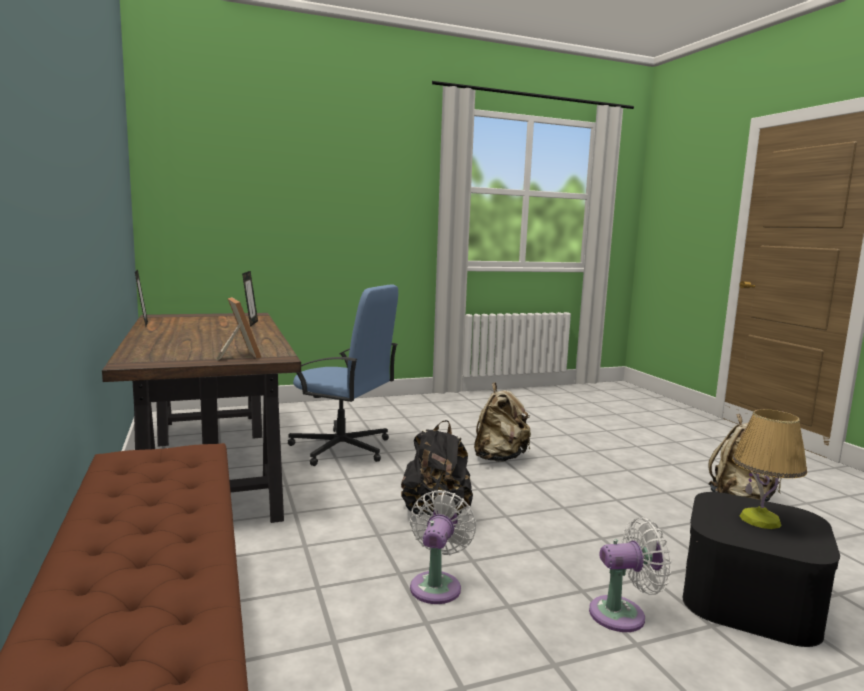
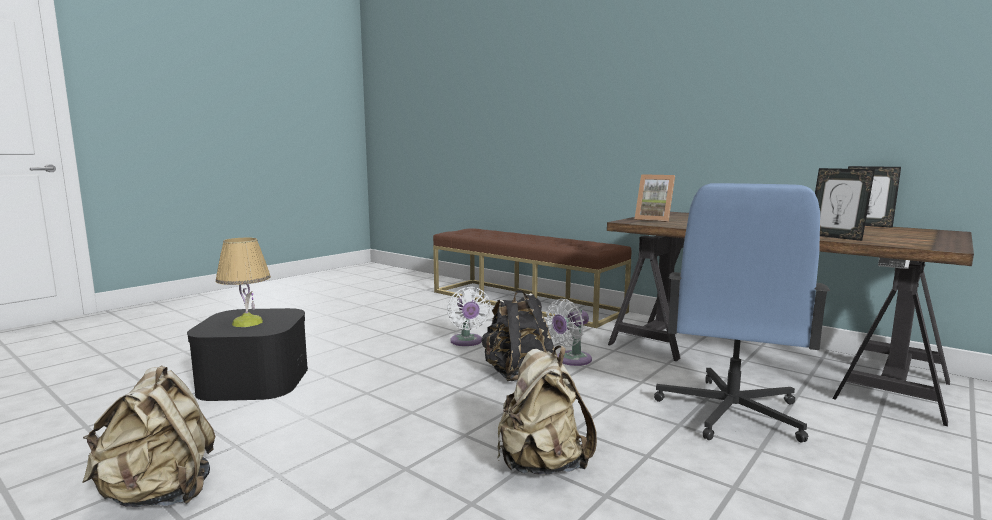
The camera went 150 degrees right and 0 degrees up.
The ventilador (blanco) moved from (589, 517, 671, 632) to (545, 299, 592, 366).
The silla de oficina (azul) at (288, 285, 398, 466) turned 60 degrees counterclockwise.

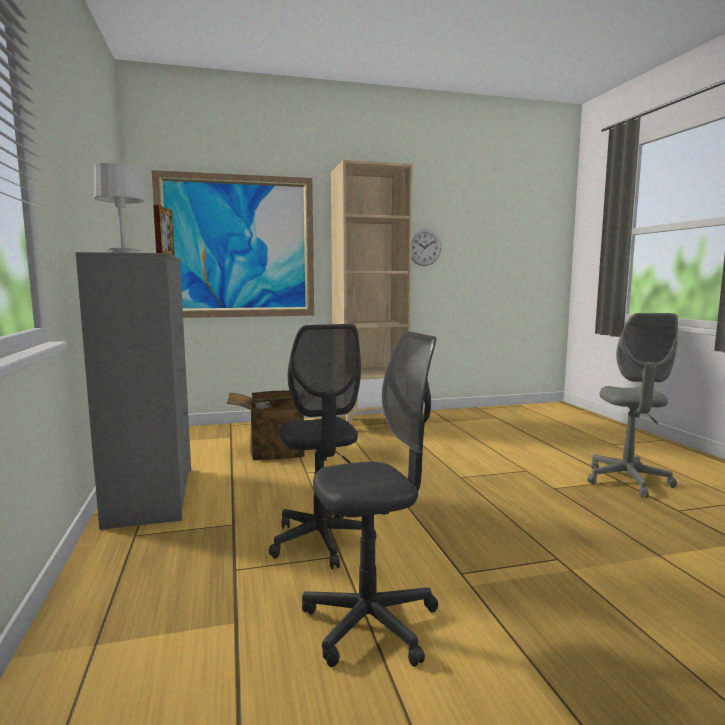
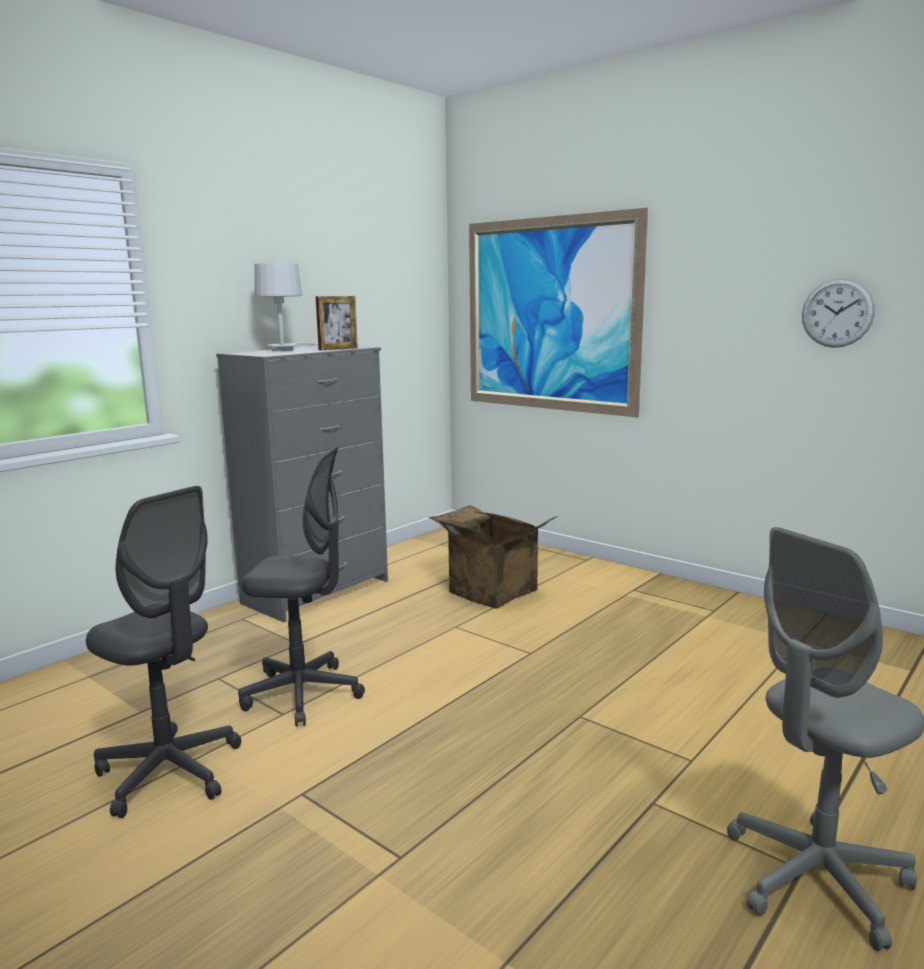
The camera went 55 degrees right and 5 degrees up.
The silla de oficina (gris) at (269, 324, 376, 569) turned 120 degrees counterclockwise.
The estantería (beis) at (331, 160, 413, 424) disappeared.

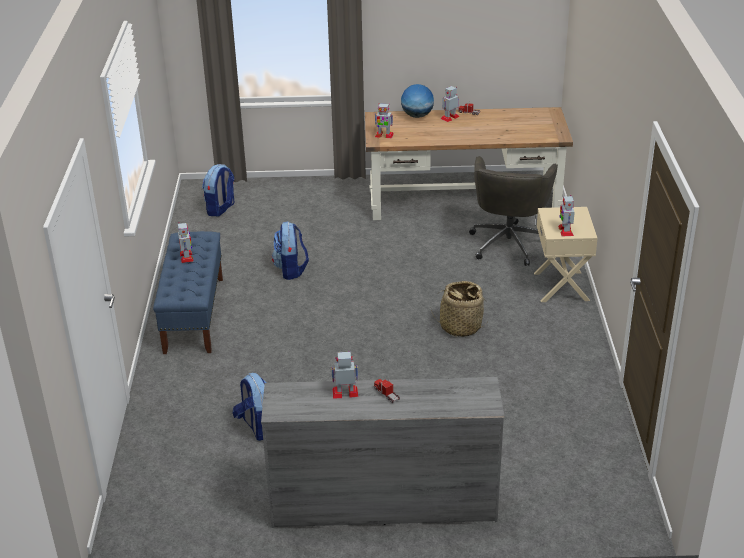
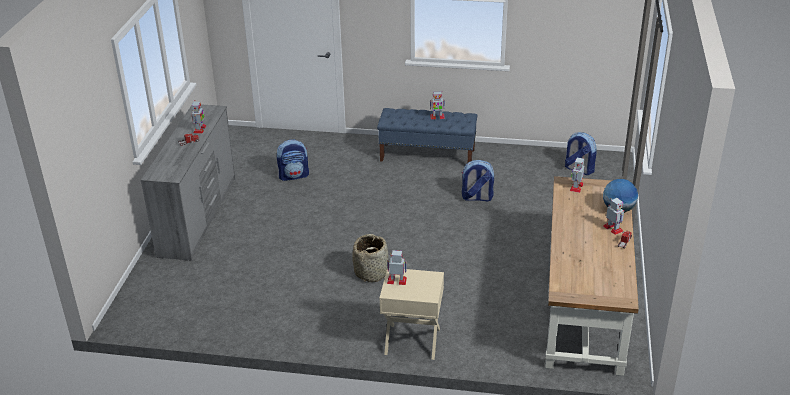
The camera went 100 degrees right and 0 degrees up.
The silla de oficina (gris) at (469, 156, 558, 266) disappeared.

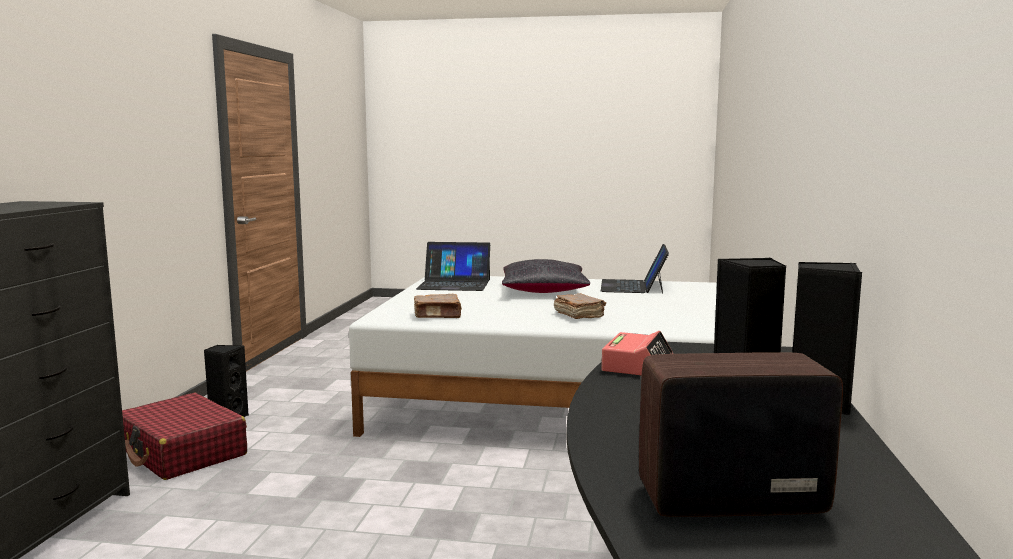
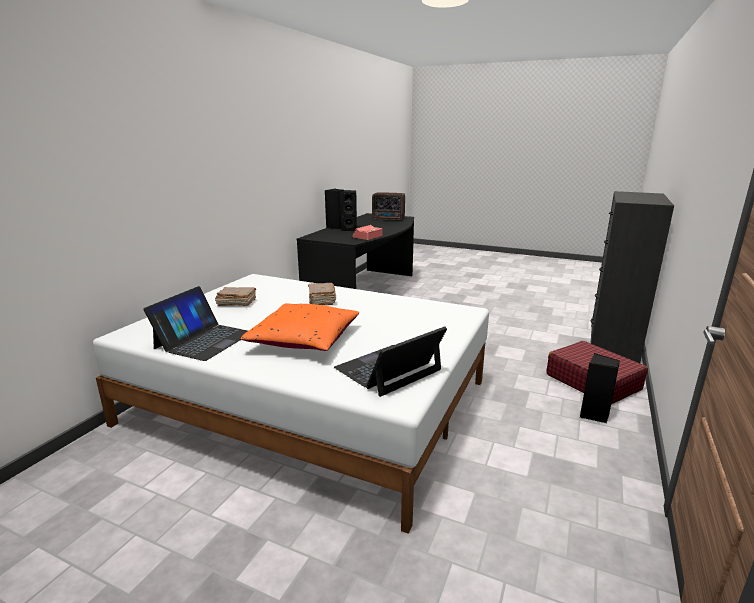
The camera went 165 degrees left and 10 degrees up.
The libro (marrón) moved from (414, 294, 462, 318) to (215, 287, 256, 306).
The cojín (negro) at (502, 259, 590, 293) became the cojín (naranja) at (241, 303, 359, 351).
The portátil at (416, 242, 490, 291) turned 60 degrees counterclockwise.

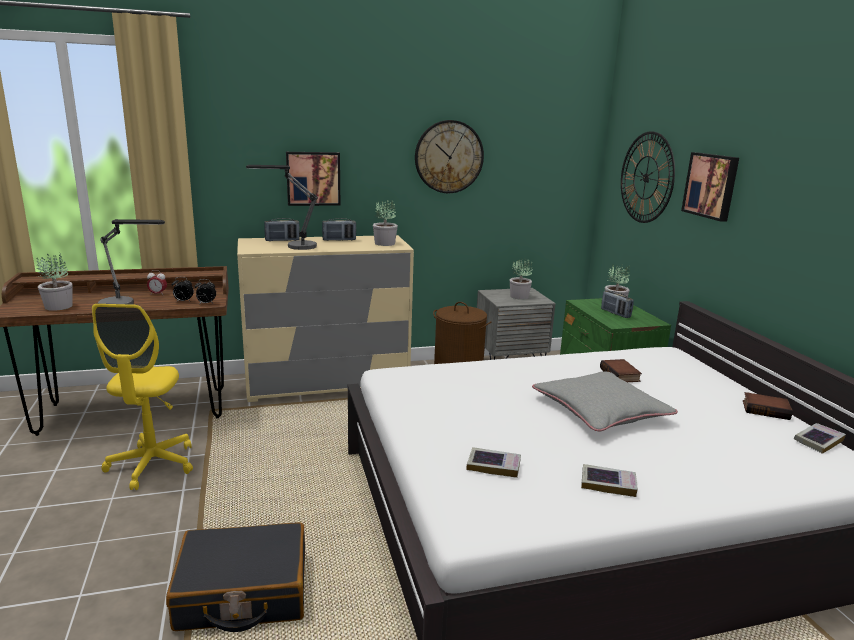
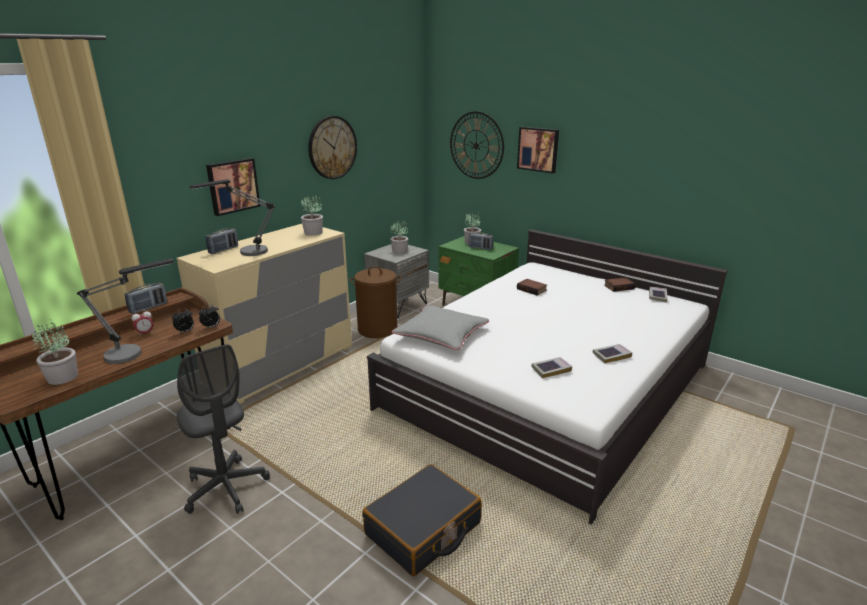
The camera went 35 degrees left and 5 degrees up.
The radio moved from (322, 218, 356, 241) to (124, 283, 167, 314).
The silla de oficina (amarillo) at (92, 303, 193, 490) became the silla de oficina (gris) at (177, 344, 270, 514).
The cojín (gris) moved from (532, 372, 678, 431) to (392, 305, 489, 350).

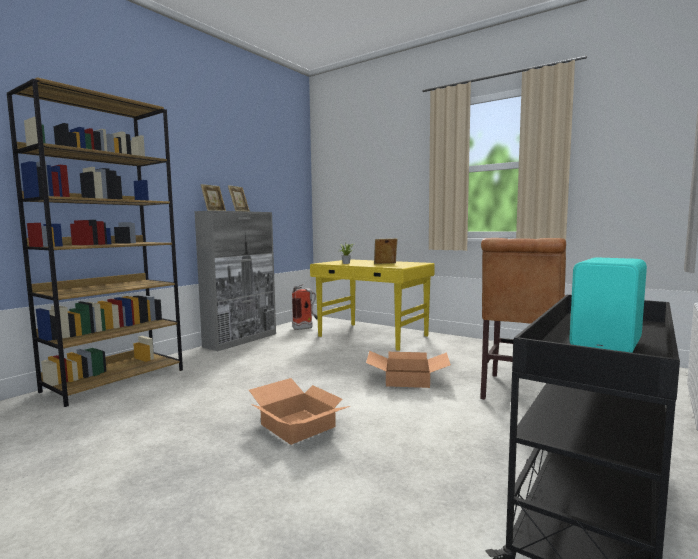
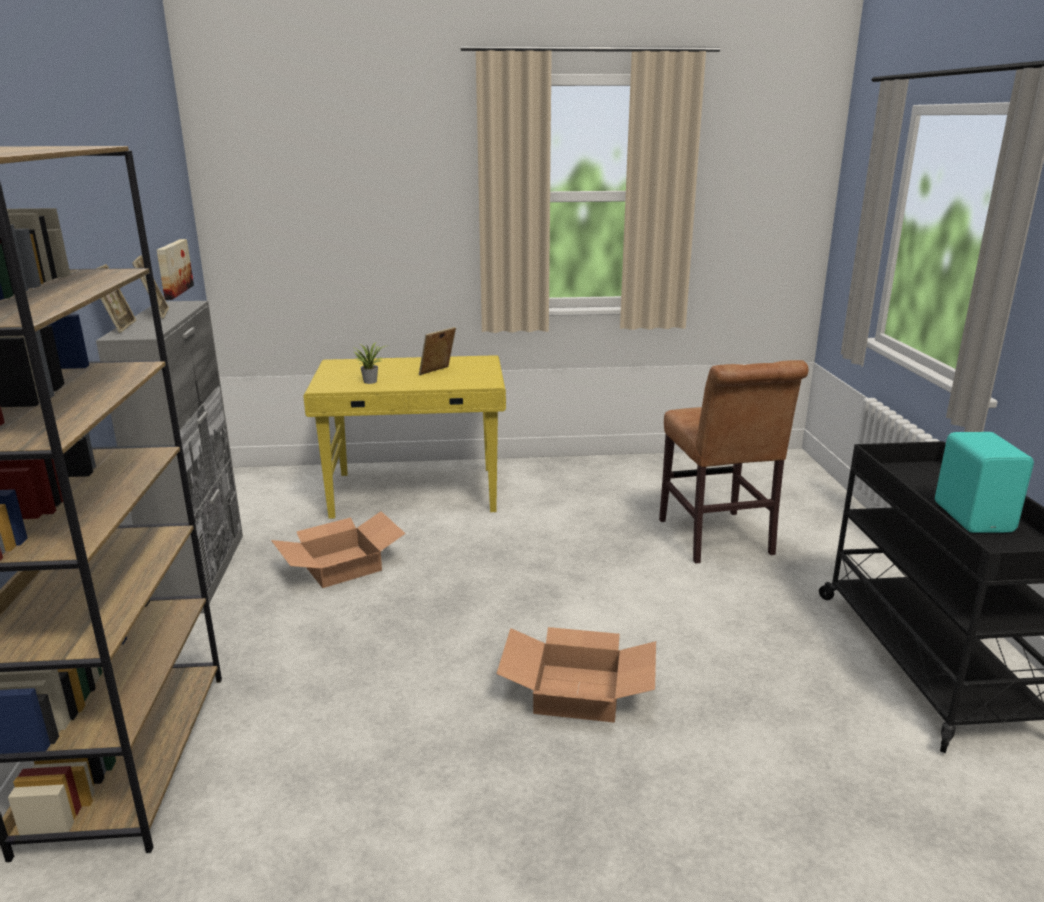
The camera went 40 degrees left and 15 degrees up.
The cuadro at (157, 239, 194, 300) appeared.
The caja de cartón moved from (366, 351, 451, 388) to (271, 511, 406, 588).
The extintor at (292, 284, 317, 330) disappeared.

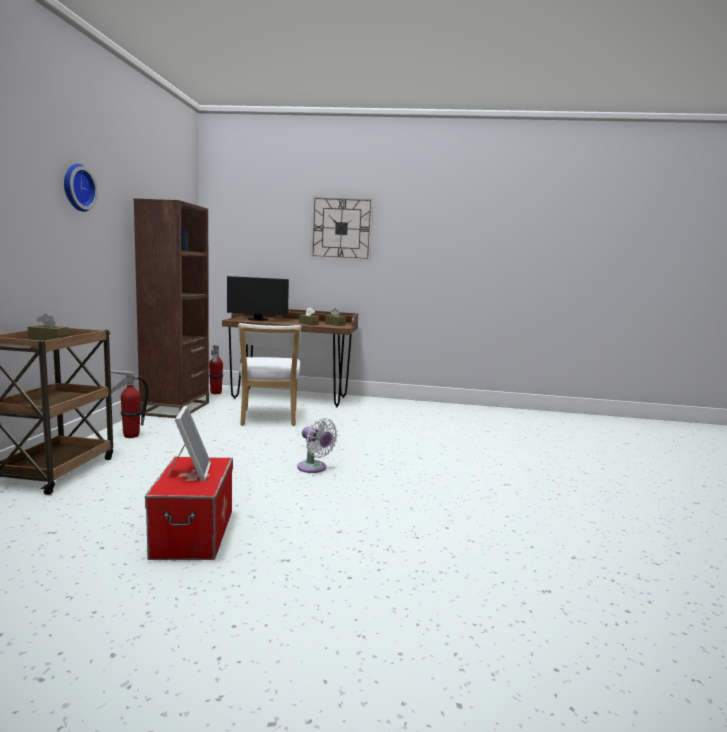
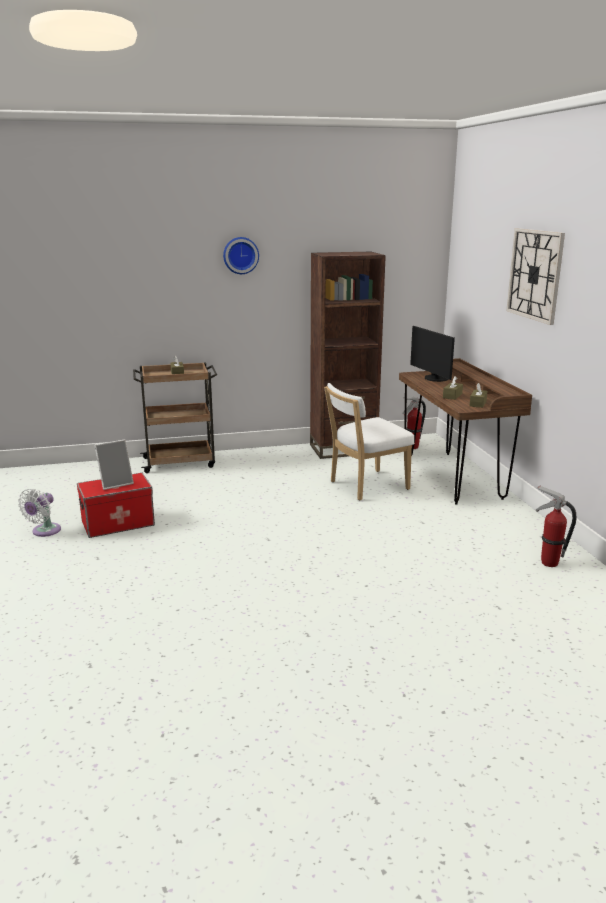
The camera went 70 degrees right and 10 degrees up.
The ventilador (blanco) moved from (297, 418, 338, 473) to (18, 489, 61, 537).
The extintor moved from (110, 370, 149, 438) to (536, 486, 576, 567).

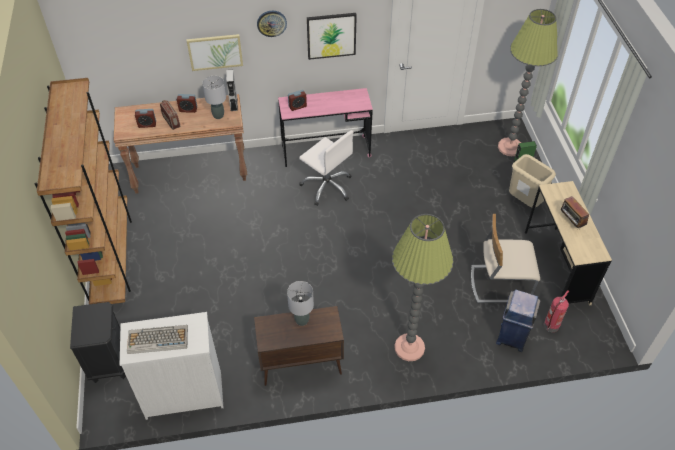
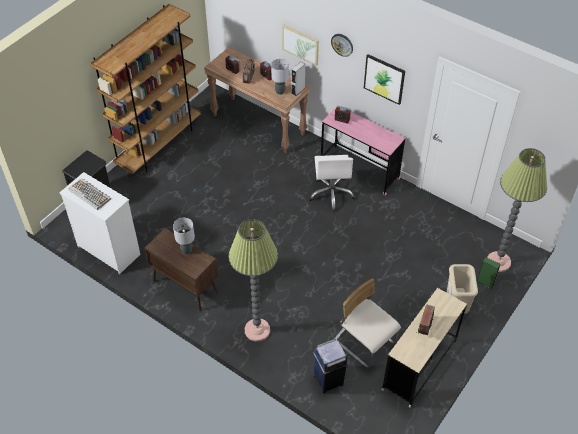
The camera went 45 degrees right and 0 degrees up.
The extintor at (544, 290, 569, 332) disappeared.

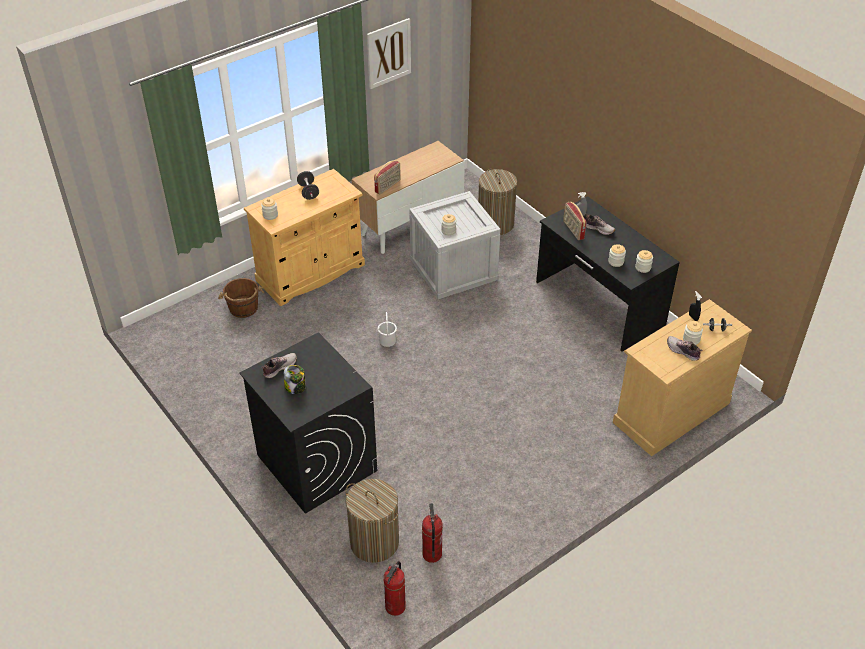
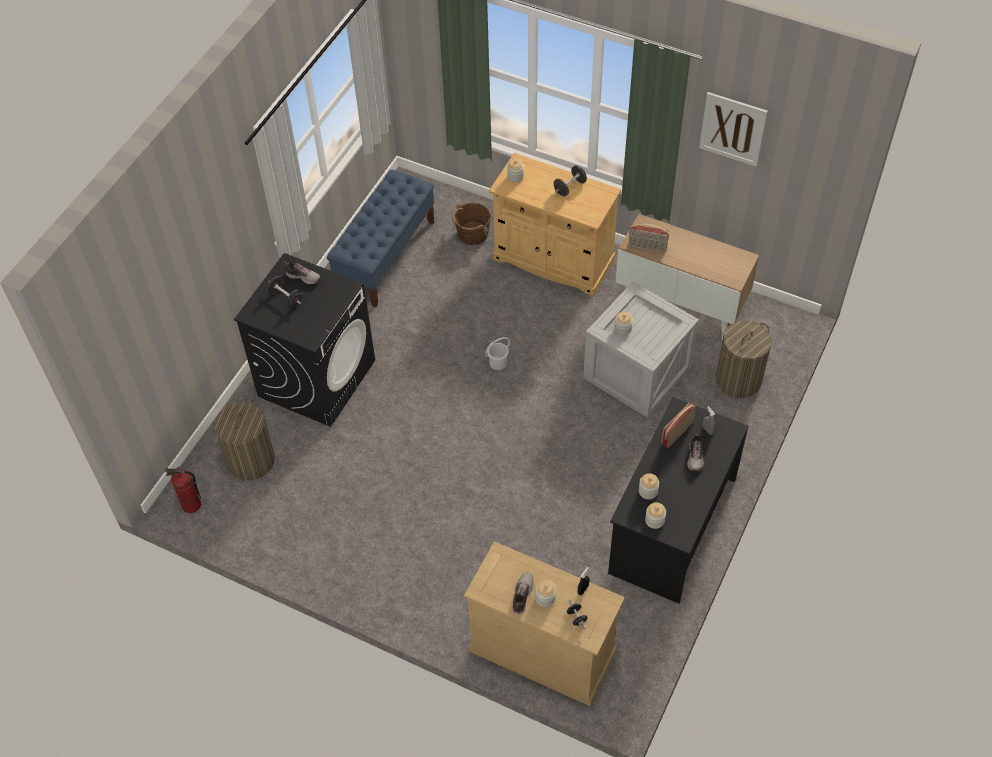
The camera went 65 degrees right and 10 degrees up.
The tarro at (284, 365, 306, 394) was replaced by the mancuerna (negro) at (267, 276, 303, 309).
The banco (azul) at (327, 169, 434, 308) appeared.
The extintor at (422, 503, 443, 563) disappeared.

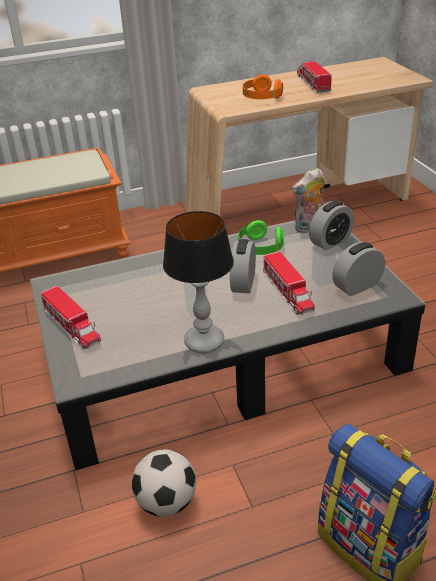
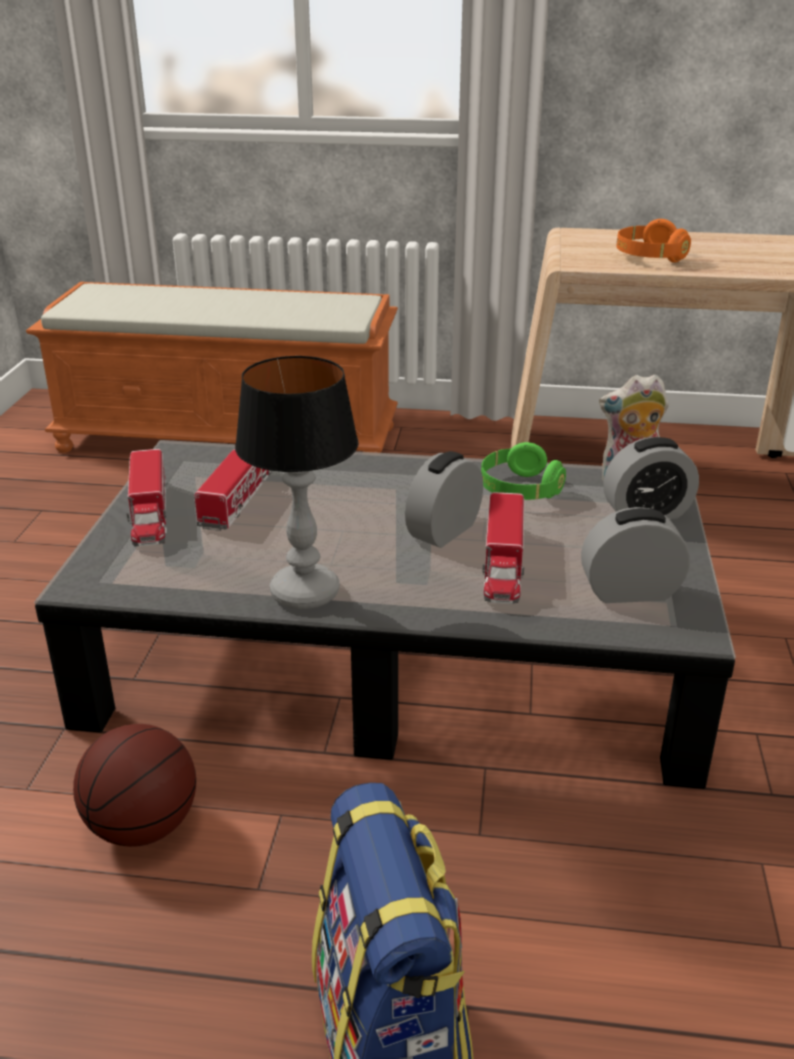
The camera went 25 degrees right and 5 degrees down.
The balón de fútbol at (131, 449, 196, 517) was replaced by the balón de baloncesto at (73, 724, 196, 847).
The camión de juguete moved from (297, 61, 332, 93) to (195, 449, 272, 531).

